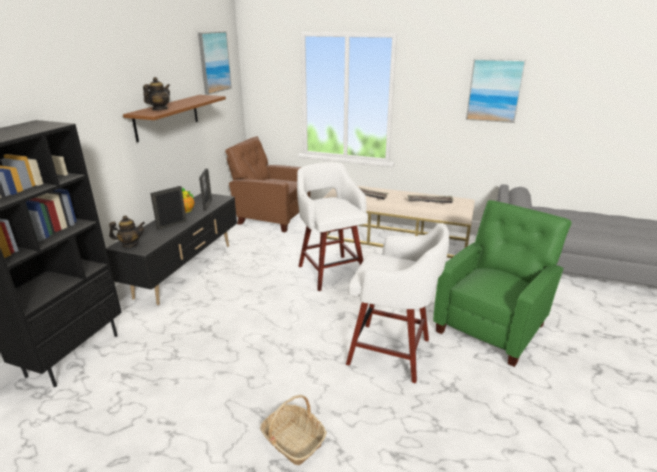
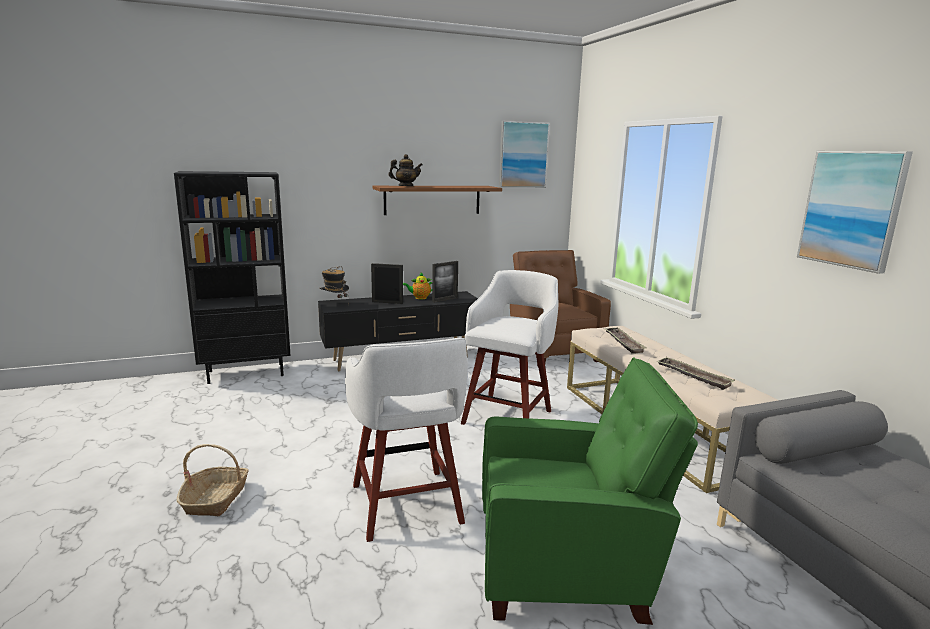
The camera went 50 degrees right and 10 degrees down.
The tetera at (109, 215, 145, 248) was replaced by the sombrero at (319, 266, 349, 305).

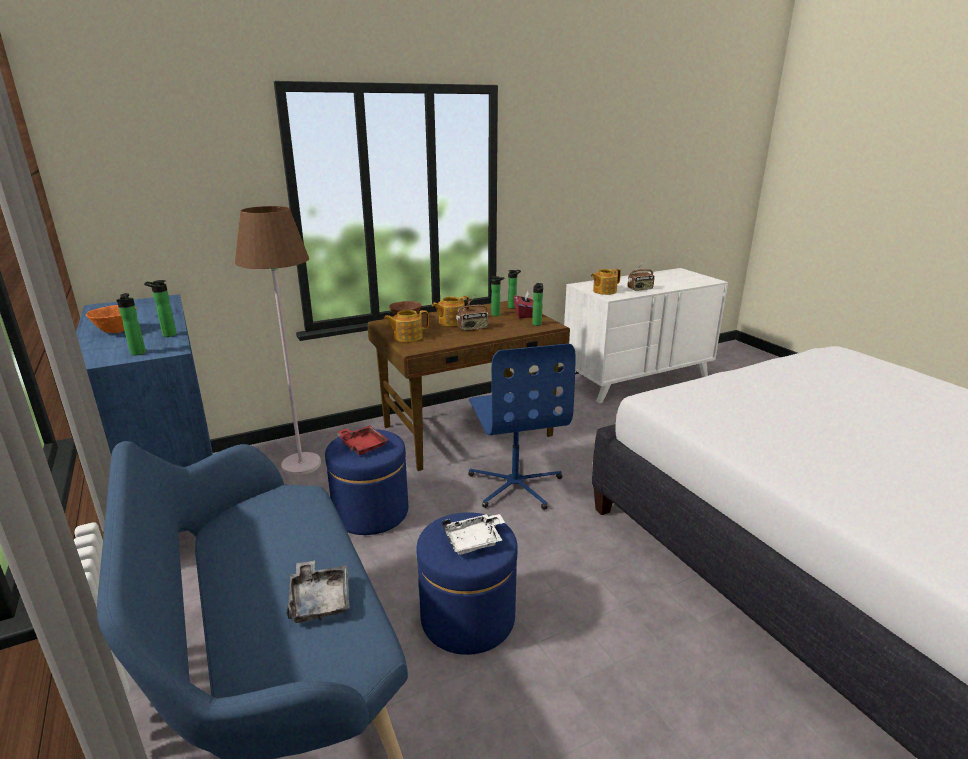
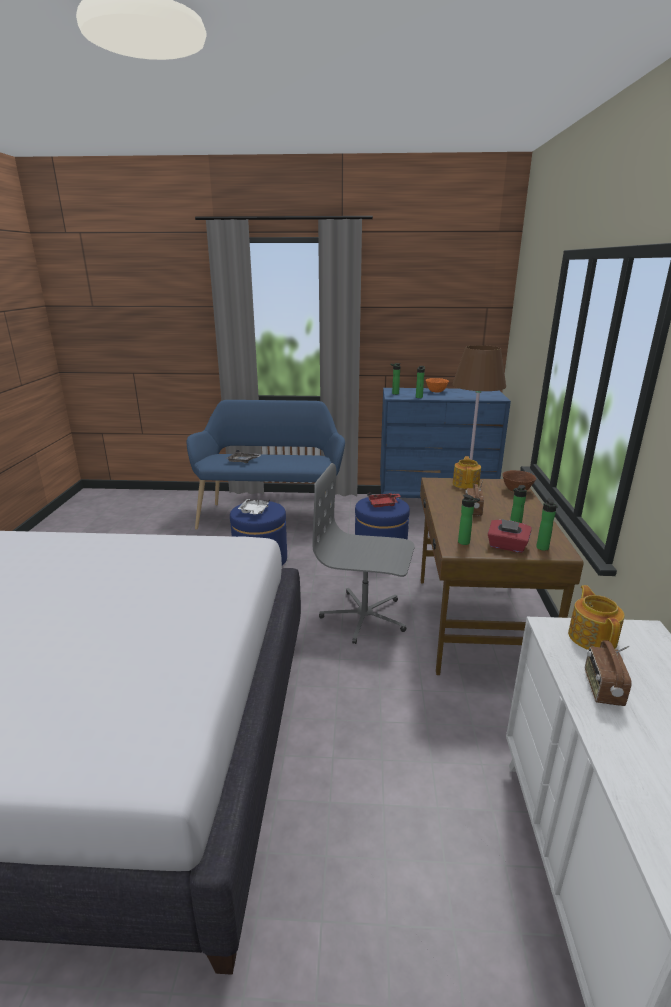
The camera went 120 degrees right and 0 degrees up.
The silla de oficina (azul) at (468, 344, 576, 510) became the silla de oficina (gris) at (313, 463, 415, 644).
The tetera at (432, 296, 470, 327) disappeared.

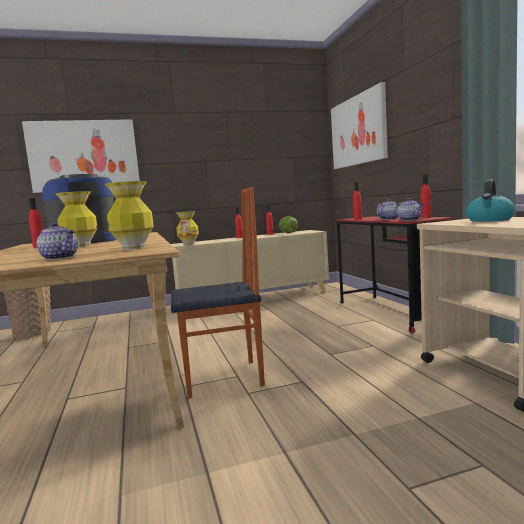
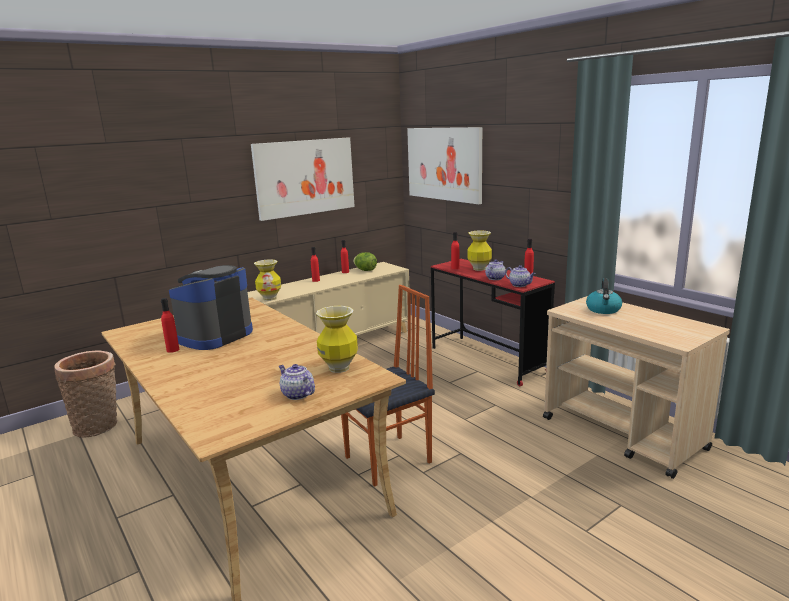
The camera went 20 degrees left and 10 degrees up.
The cuadro moved from (22, 119, 140, 193) to (251, 137, 355, 221).
The tetera at (37, 222, 78, 260) turned 150 degrees counterclockwise.
The florero moved from (56, 191, 98, 247) to (467, 231, 492, 271).

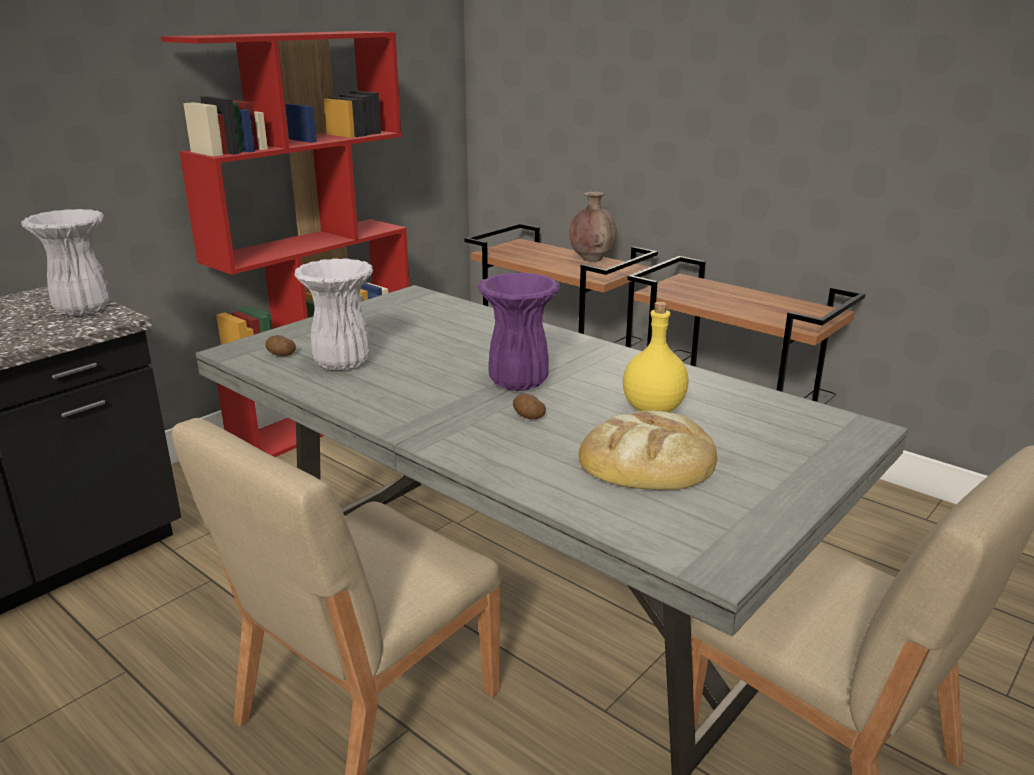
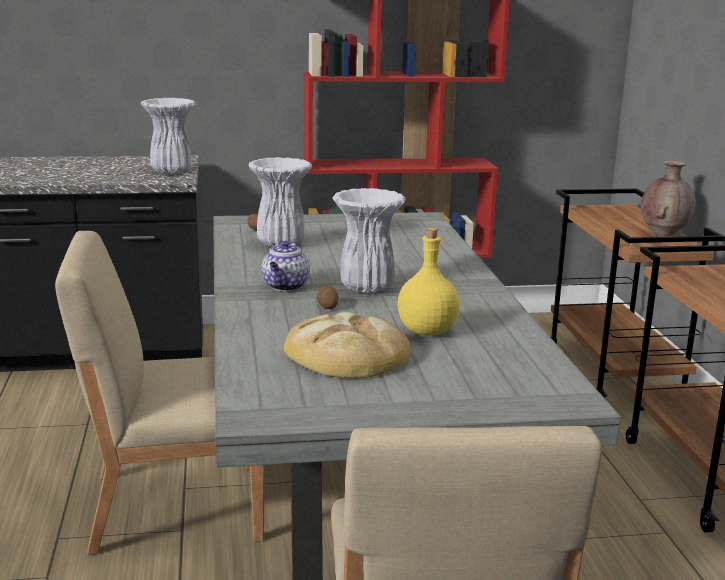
The camera went 40 degrees right and 5 degrees down.
The tetera at (262, 241, 310, 291) appeared.
The florero (morado) at (477, 272, 560, 391) became the florero (blanco) at (333, 188, 406, 293).

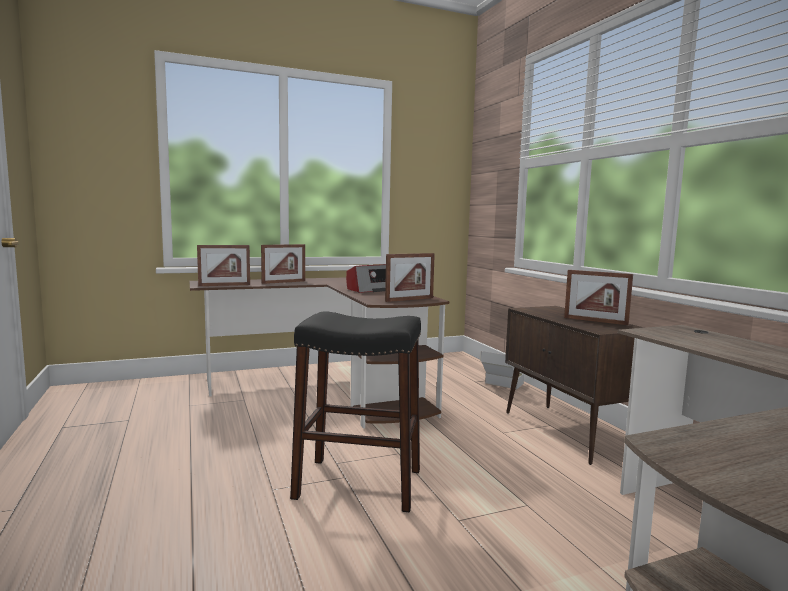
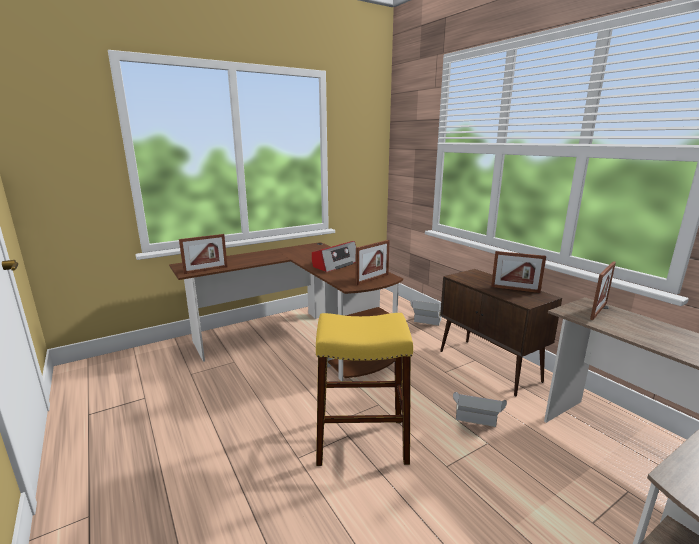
The camera went 10 degrees left and 10 degrees up.
The taburete (negro) at (290, 311, 421, 512) became the taburete (amarillo) at (316, 313, 413, 466).
The caja de cartón at (453, 392, 507, 427) appeared.
The portarretratos moved from (261, 244, 305, 284) to (590, 262, 616, 320).

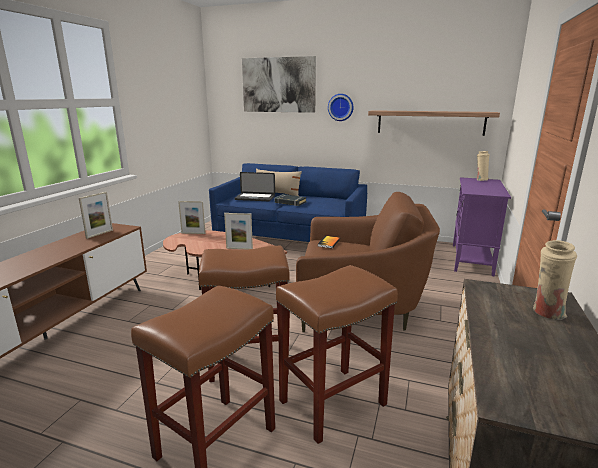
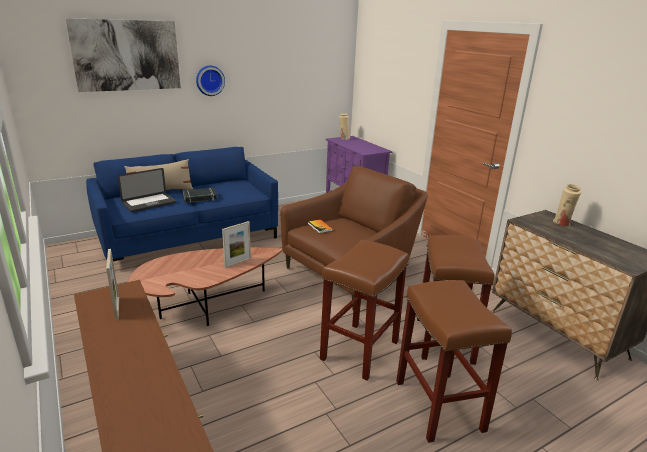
The camera went 50 degrees left and 5 degrees up.
The portarretratos at (178, 201, 206, 234) disappeared.
The estante at (368, 110, 500, 136) disappeared.

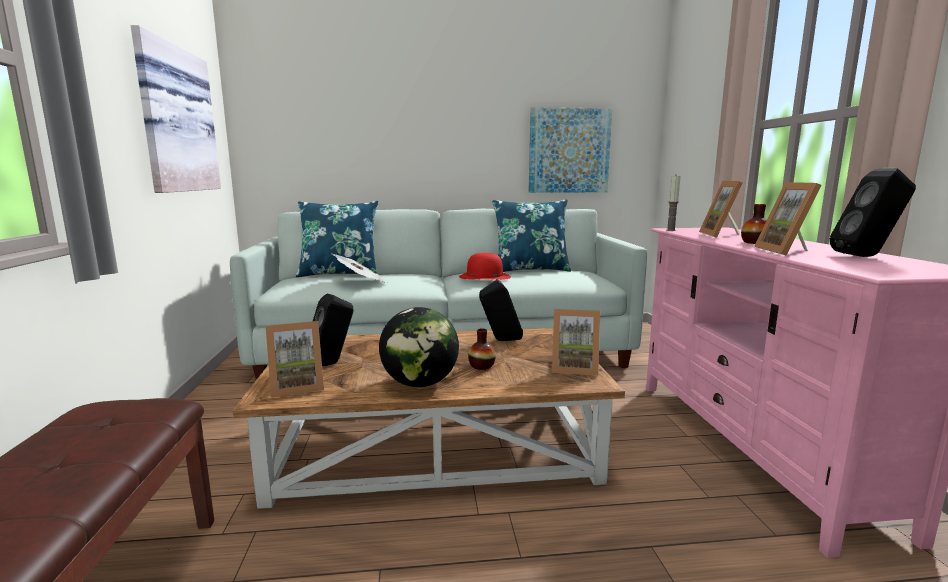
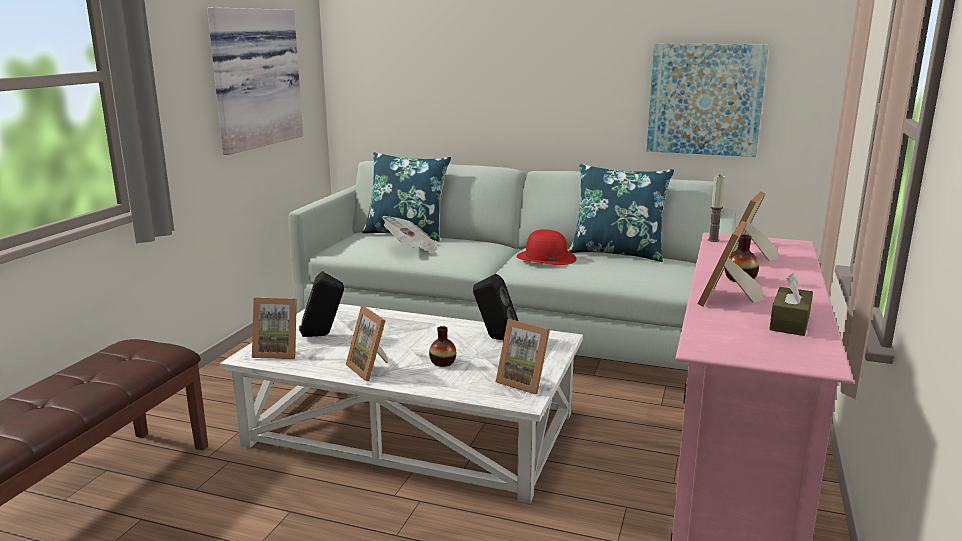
The camera went 25 degrees right and 5 degrees up.
The mesa de centro (marrón) at (232, 328, 625, 509) became the mesa de centro (blanco) at (220, 304, 583, 503).
The globo terráqueo at (379, 307, 459, 387) was replaced by the portarretratos at (346, 306, 388, 381).
The altavoz (negro) at (830, 168, 916, 257) was replaced by the caja de pañuelos (marrón) at (769, 273, 813, 336).

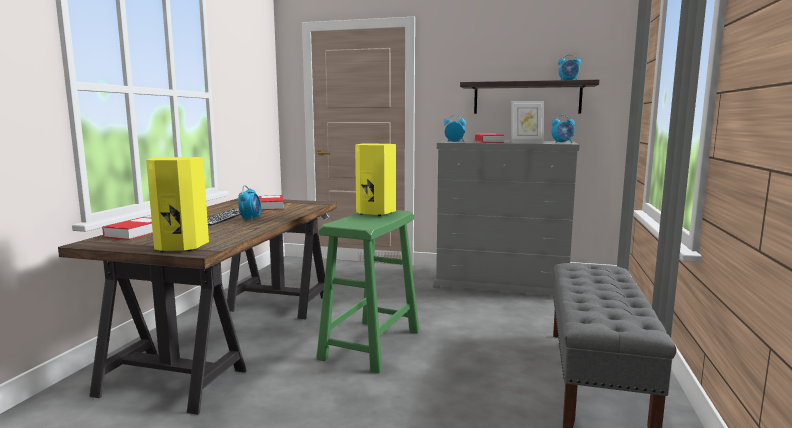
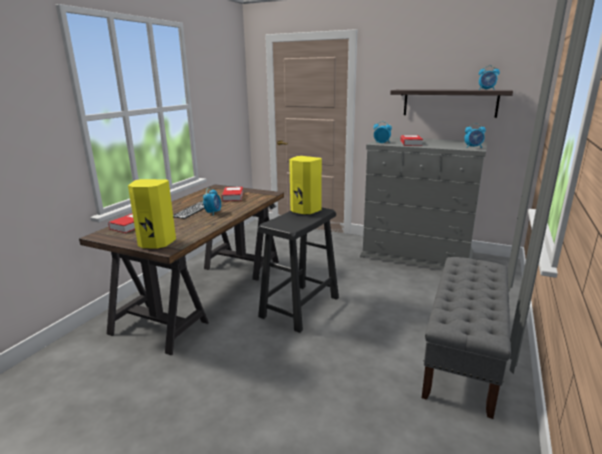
The camera went 10 degrees right and 10 degrees up.
The taburete (verde) at (316, 210, 420, 373) became the taburete (negro) at (258, 207, 339, 333).
The portarretratos at (511, 101, 544, 143) disappeared.

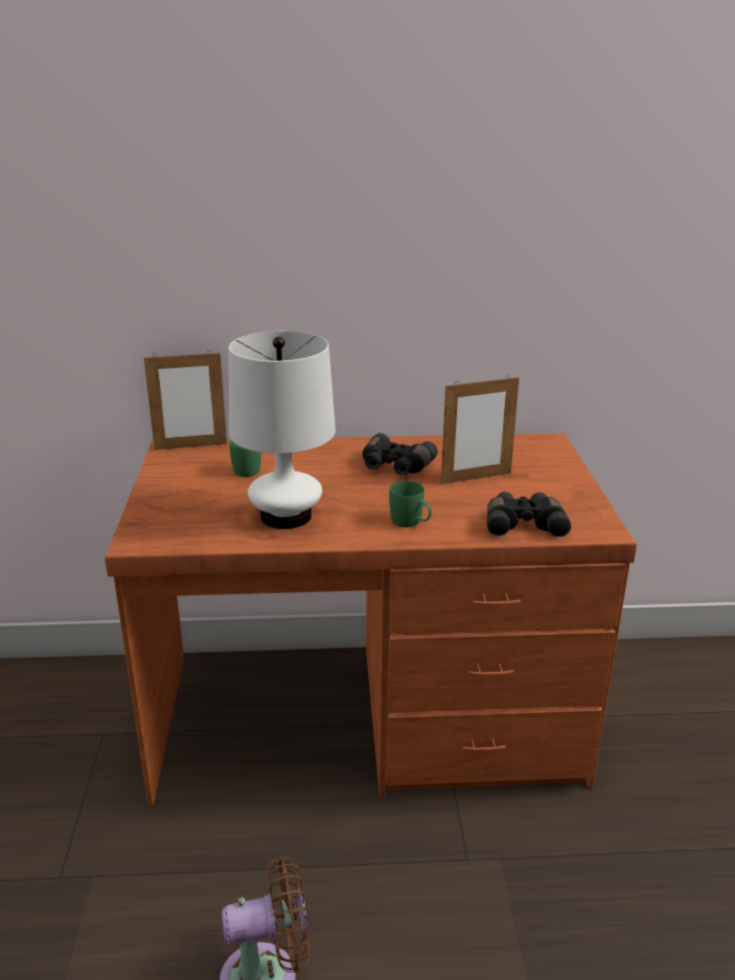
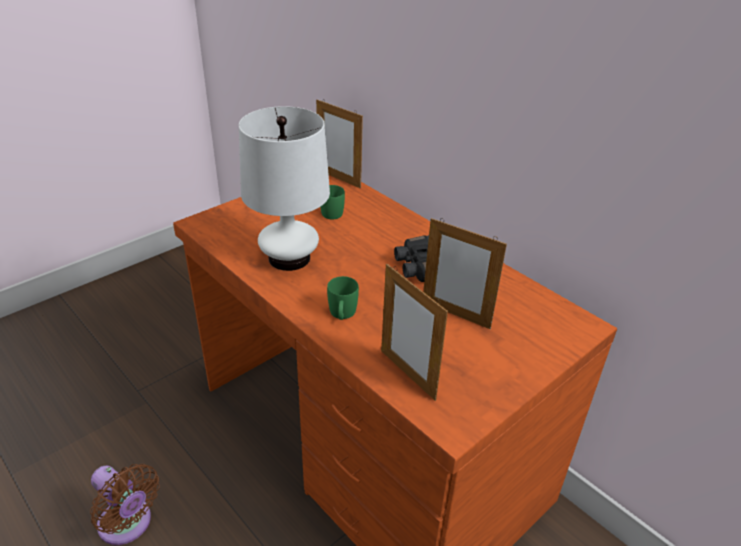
The camera went 50 degrees right and 10 degrees up.
The prismáticos (negro) at (487, 492, 571, 537) was replaced by the portarretratos at (381, 264, 448, 401).

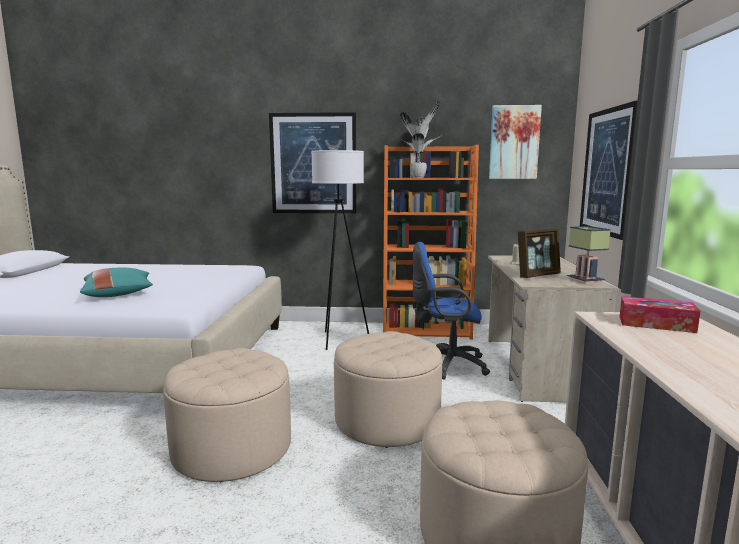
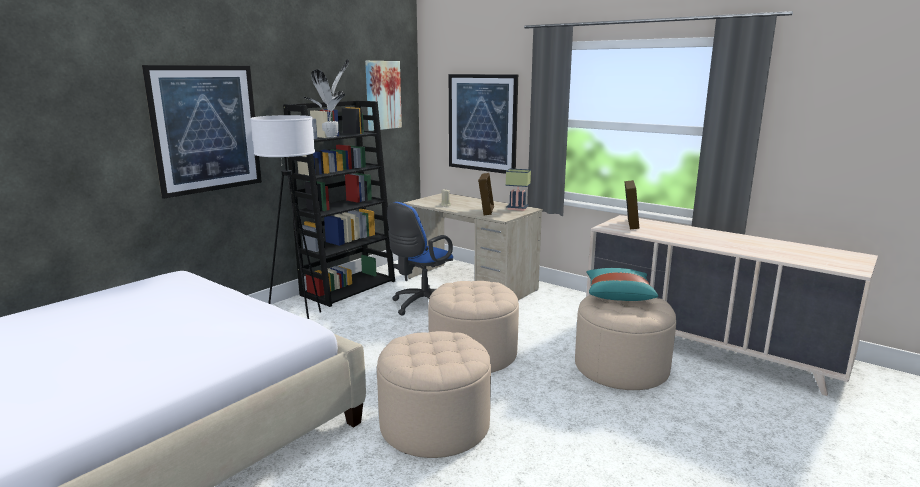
The camera went 55 degrees left and 5 degrees up.
The estantería (naranja) at (383, 145, 479, 340) became the estantería (negro) at (283, 101, 395, 307).
The cojín (turquesa) moved from (80, 268, 153, 297) to (586, 268, 658, 301).
The caja de pañuelos at (620, 296, 700, 333) was replaced by the portarretratos at (625, 180, 639, 229).

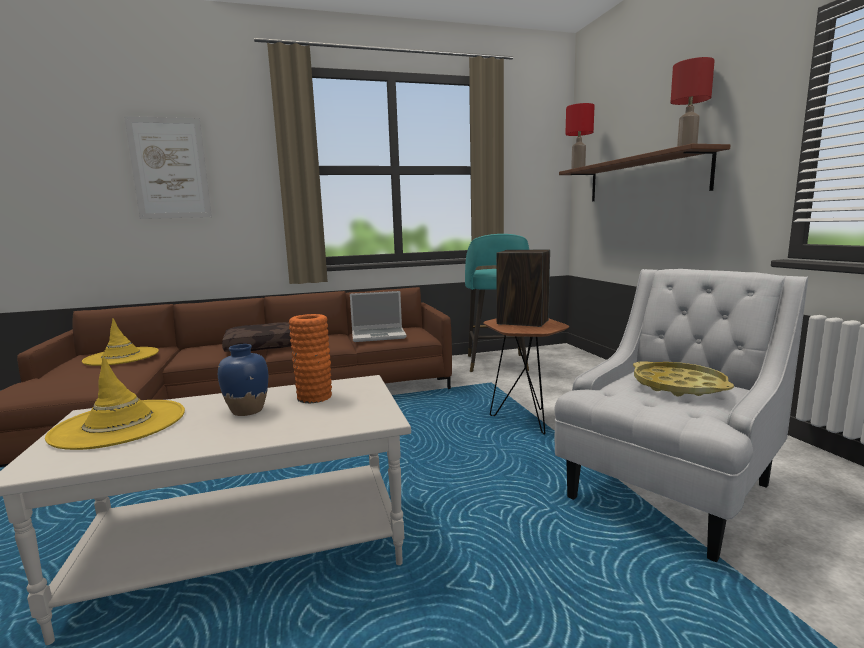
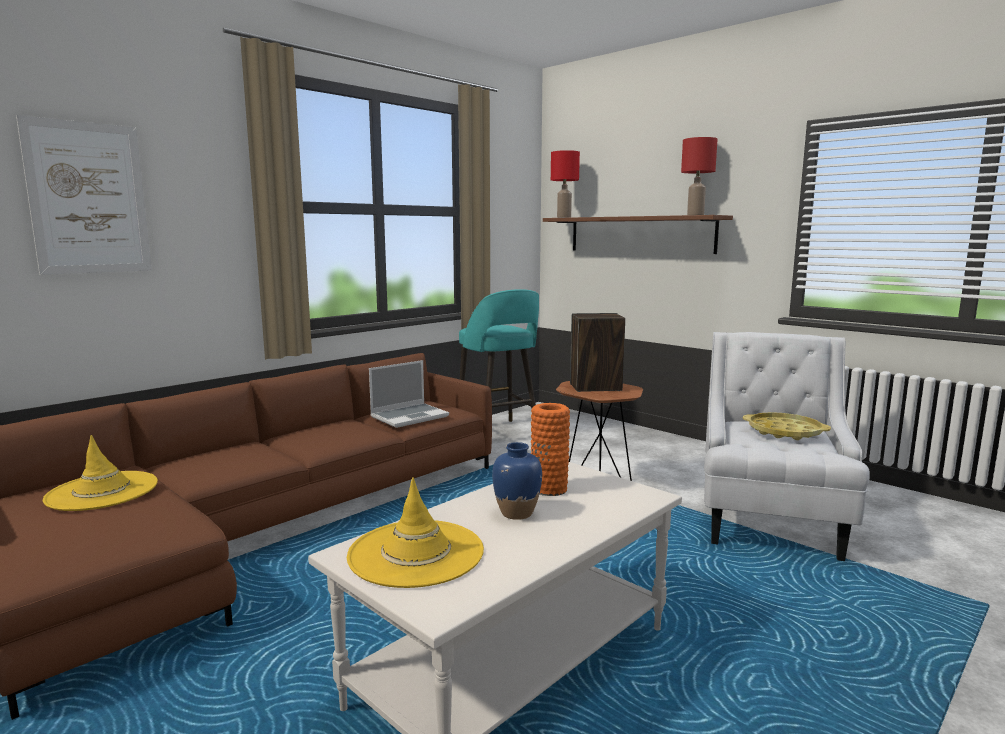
The camera went 30 degrees left and 0 degrees up.
The cojín (marrón) at (222, 322, 292, 352) disappeared.

